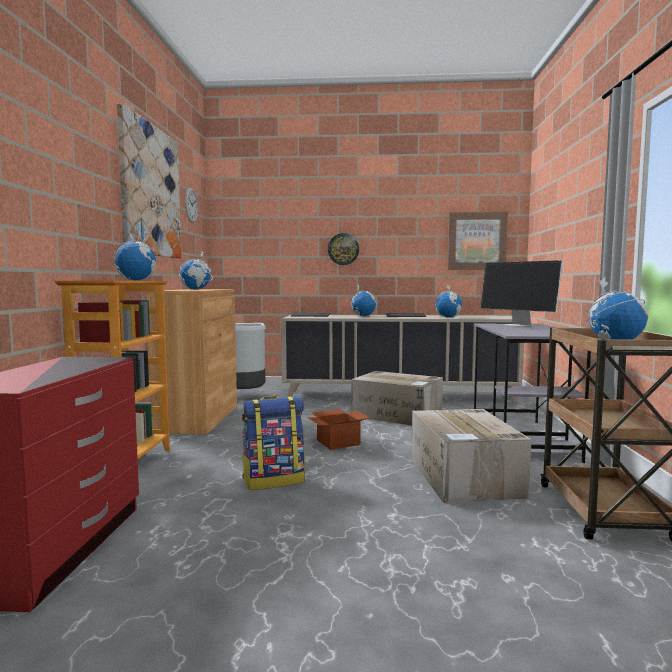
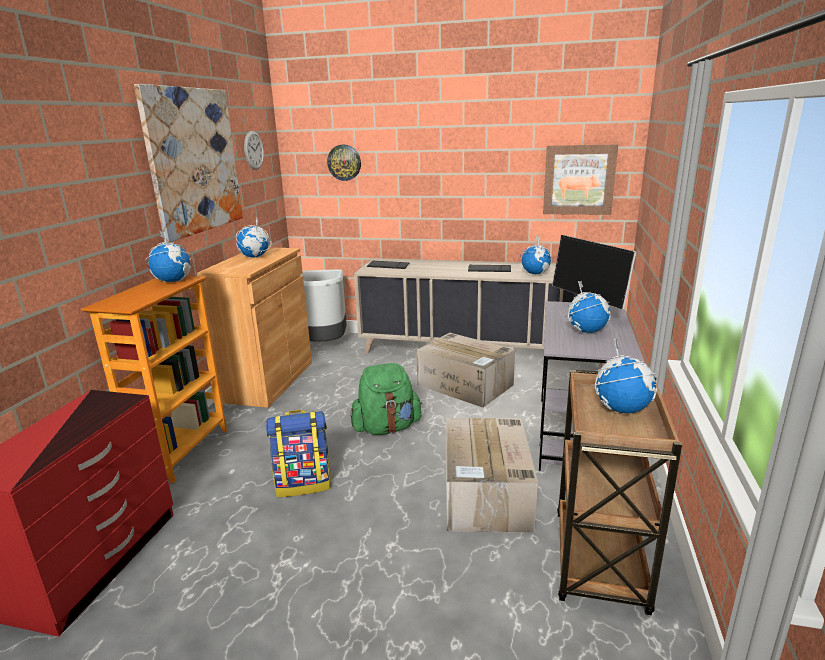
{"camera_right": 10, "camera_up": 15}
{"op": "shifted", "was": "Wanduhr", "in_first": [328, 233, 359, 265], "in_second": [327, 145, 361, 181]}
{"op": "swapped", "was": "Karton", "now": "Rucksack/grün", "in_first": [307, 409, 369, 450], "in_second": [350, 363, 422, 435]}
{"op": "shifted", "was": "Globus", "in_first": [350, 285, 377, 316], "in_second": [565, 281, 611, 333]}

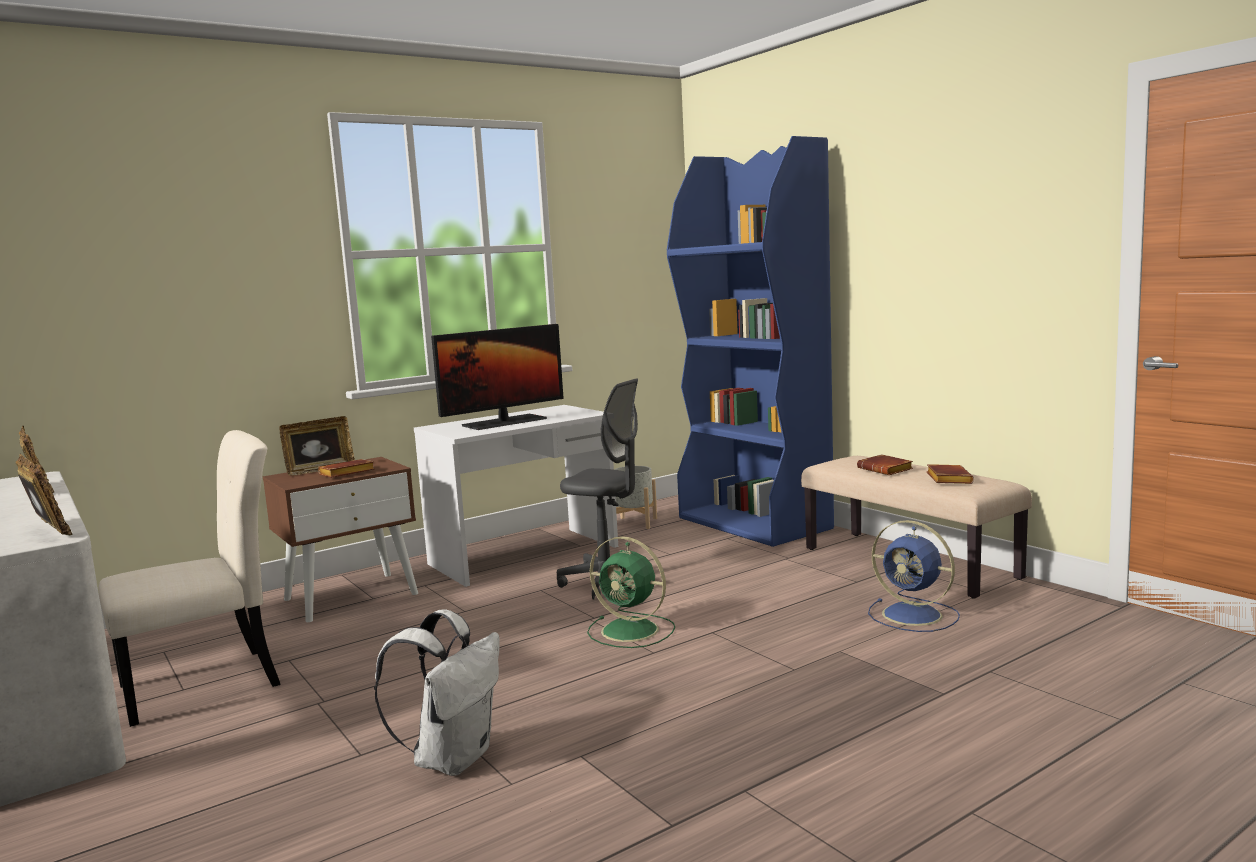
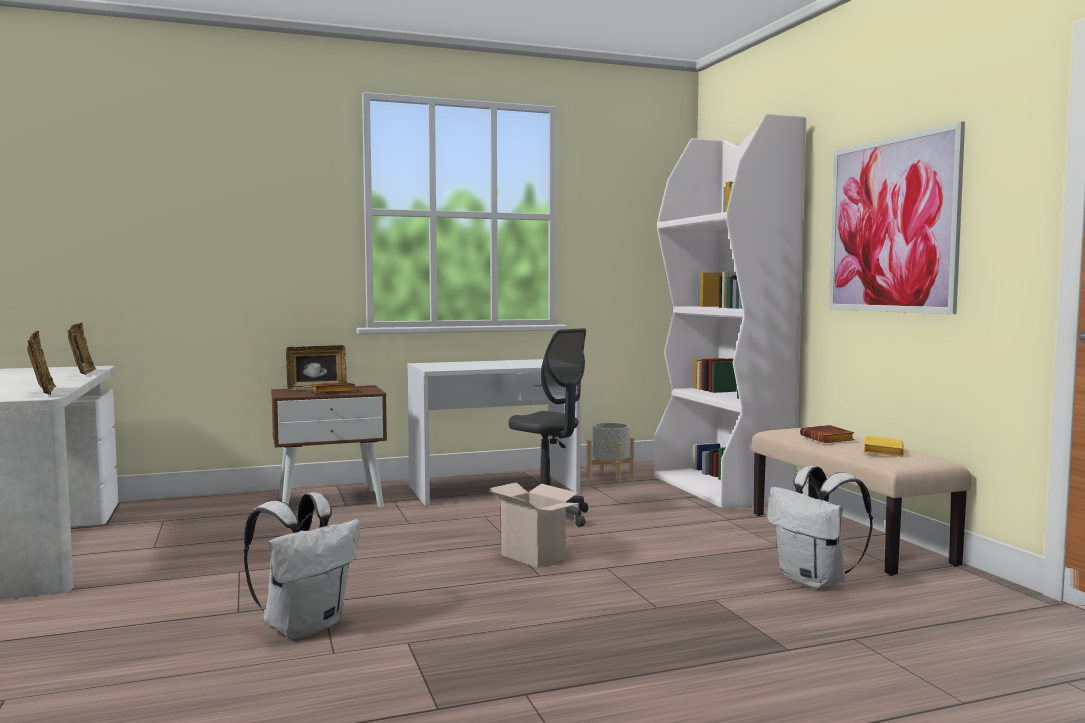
{"camera_right": 15, "camera_up": -5}
{"op": "swapped", "was": "Ventilator/grün", "now": "Karton", "in_first": [587, 536, 675, 648], "in_second": [490, 482, 579, 568]}
{"op": "repainted", "was": "Bücherregal/blau", "now": "Bücherregal/weiß", "in_first": [667, 136, 834, 547], "in_second": [654, 113, 806, 509]}
{"op": "swapped", "was": "Ventilator/blau", "now": "Rucksack/weiß", "in_first": [868, 520, 960, 632], "in_second": [767, 466, 873, 589]}
{"op": "new", "now": "Bild", "in_second": [829, 121, 965, 314]}
{"op": "repainted", "was": "Buch/braun", "now": "Buch/gelb", "in_first": [927, 464, 974, 484], "in_second": [864, 436, 904, 457]}
{"op": "gone", "was": "Stuhl/beige", "in_first": [98, 430, 281, 727]}
{"op": "gone", "was": "Monitor", "in_first": [431, 324, 563, 430]}

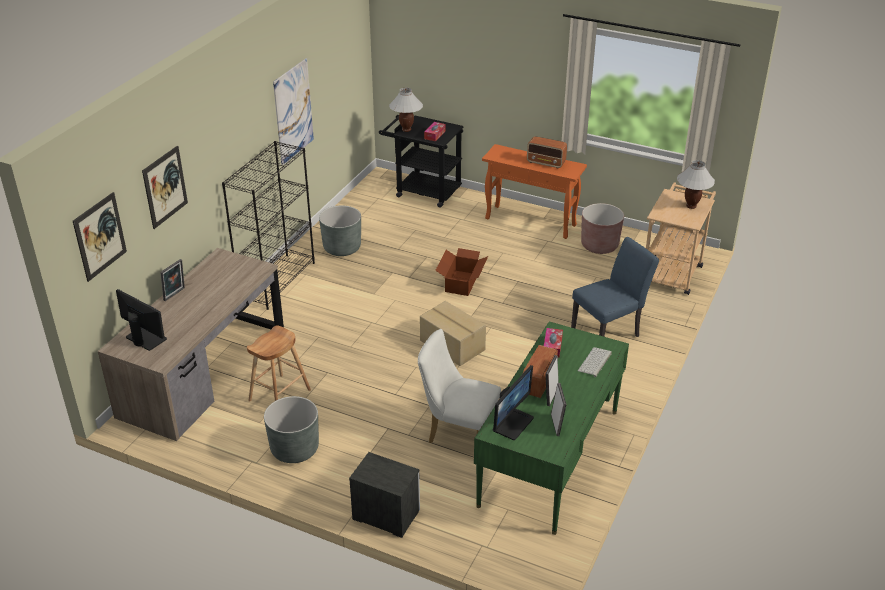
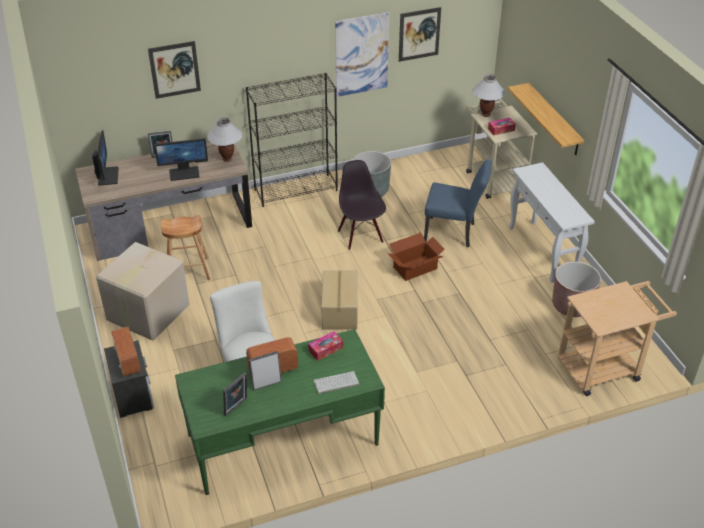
{"camera_right": 45, "camera_up": 5}
{"op": "swapped", "was": "Pflanzkübel/grau", "now": "Karton", "in_first": [264, 396, 319, 463], "in_second": [96, 242, 190, 340]}
{"op": "shifted", "was": "Radio", "in_first": [527, 136, 567, 169], "in_second": [111, 326, 141, 376]}
{"op": "shifted", "was": "Monitor", "in_first": [493, 365, 534, 440], "in_second": [154, 138, 208, 181]}
{"op": "shifted", "was": "Tischlampe/weiß", "in_first": [677, 160, 715, 209], "in_second": [207, 117, 243, 162]}
{"op": "new", "now": "Stuhl/schwarz", "in_second": [338, 160, 386, 250]}
{"op": "shifted", "was": "Bild", "in_first": [73, 192, 127, 282], "in_second": [399, 7, 441, 62]}
{"op": "shifted", "was": "Stuhl/blau", "in_first": [571, 237, 659, 337], "in_second": [424, 159, 492, 247]}
{"op": "repainted", "was": "Rollwagen/schwarz", "now": "Rollwagen/beige", "in_first": [379, 115, 463, 208], "in_second": [466, 99, 537, 199]}
{"op": "new", "now": "Wandregal", "in_second": [508, 83, 584, 155]}
{"op": "repainted", "was": "Konsolentisch/orange", "now": "Konsolentisch/weiß", "in_first": [482, 144, 587, 239], "in_second": [509, 162, 595, 283]}

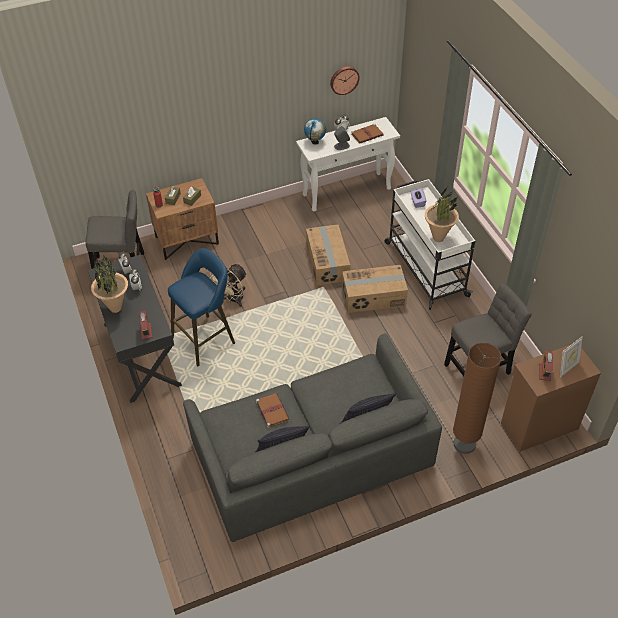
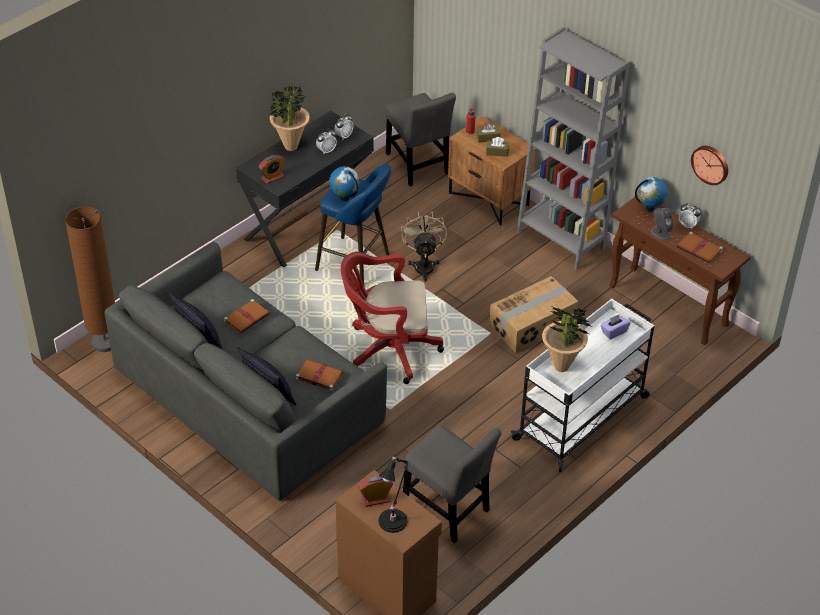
{"camera_right": 65, "camera_up": -5}
{"op": "shifted", "was": "Stehlampe/braun", "in_first": [453, 343, 502, 454], "in_second": [65, 207, 115, 352]}
{"op": "new", "now": "Buch/braun", "in_second": [295, 359, 343, 391]}
{"op": "new", "now": "Globus", "in_second": [329, 166, 359, 201]}
{"op": "new", "now": "Bürostuhl/rot", "in_second": [340, 252, 444, 384]}
{"op": "swapped", "was": "Bilderrahmen", "now": "Tischlampe/schwarz", "in_first": [560, 336, 583, 377], "in_second": [379, 455, 409, 533]}
{"op": "rotated", "was": "Ventilator/beige", "in_first": [210, 264, 247, 307], "in_second": [401, 211, 447, 282], "clockwise": 75}
{"op": "new", "now": "Bücherregal/grau", "in_second": [517, 27, 630, 270]}
{"op": "repainted", "was": "Konsolentisch/weiß", "now": "Konsolentisch/braun", "in_first": [296, 117, 400, 212], "in_second": [609, 195, 750, 345]}
{"op": "gone", "was": "Karton", "in_first": [342, 265, 408, 313]}

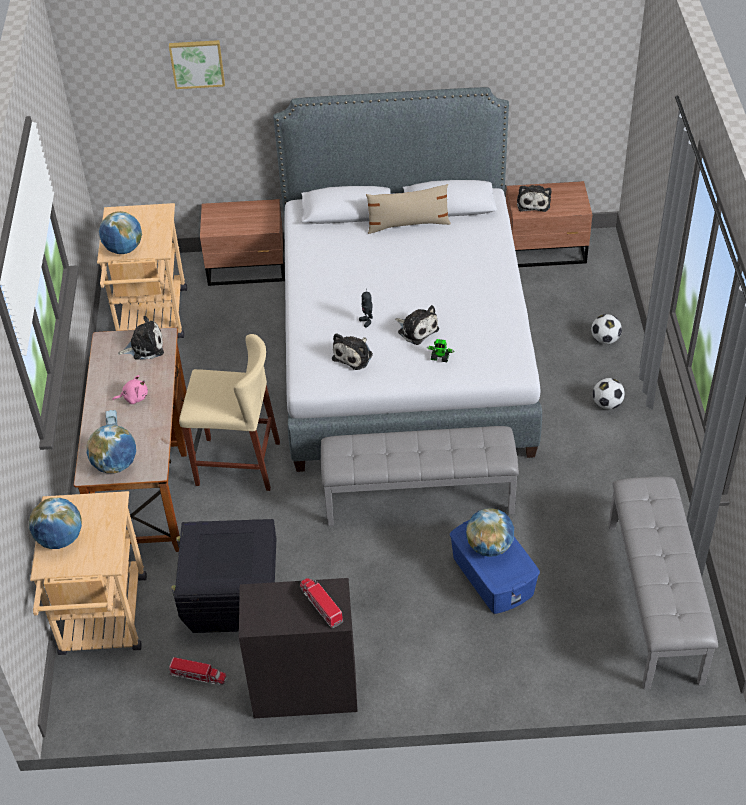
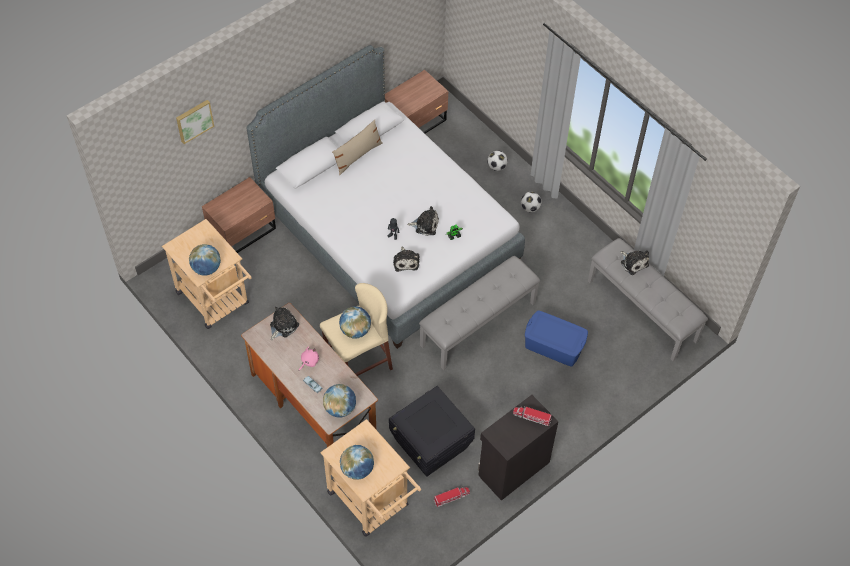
{"camera_right": -40, "camera_up": 10}
{"op": "shifted", "was": "Globus", "in_first": [466, 508, 514, 557], "in_second": [339, 307, 371, 338]}
{"op": "shifted", "was": "Plüschtier", "in_first": [517, 185, 551, 212], "in_second": [620, 250, 649, 275]}

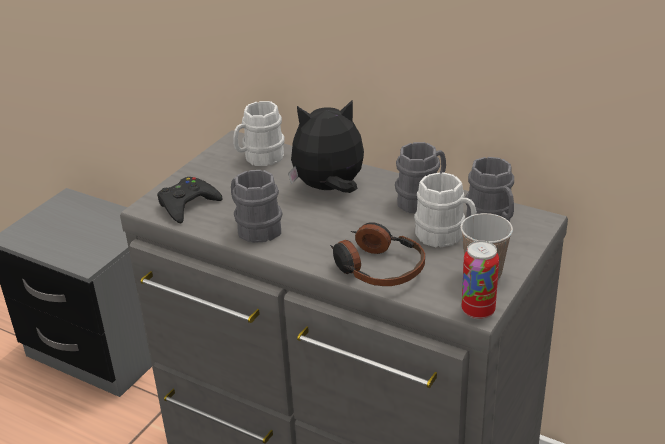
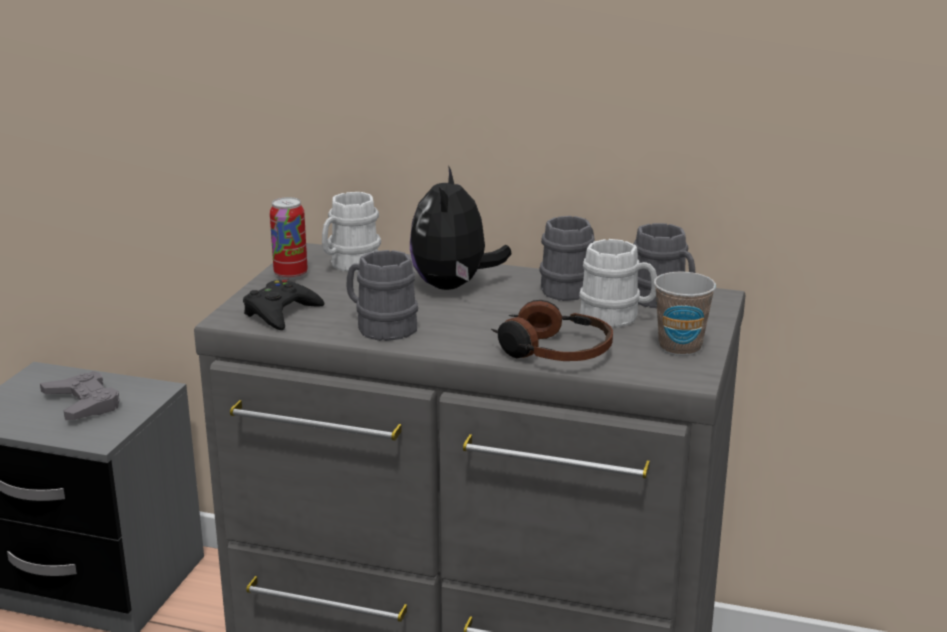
{"camera_right": -15, "camera_up": -10}
{"op": "new", "now": "Gamepad/grau", "in_second": [40, 371, 120, 420]}
{"op": "shifted", "was": "Dose", "in_first": [462, 241, 499, 319], "in_second": [270, 197, 308, 280]}
{"op": "rotated", "was": "Plüschtier", "in_first": [288, 99, 364, 193], "in_second": [410, 166, 512, 290], "clockwise": -60}

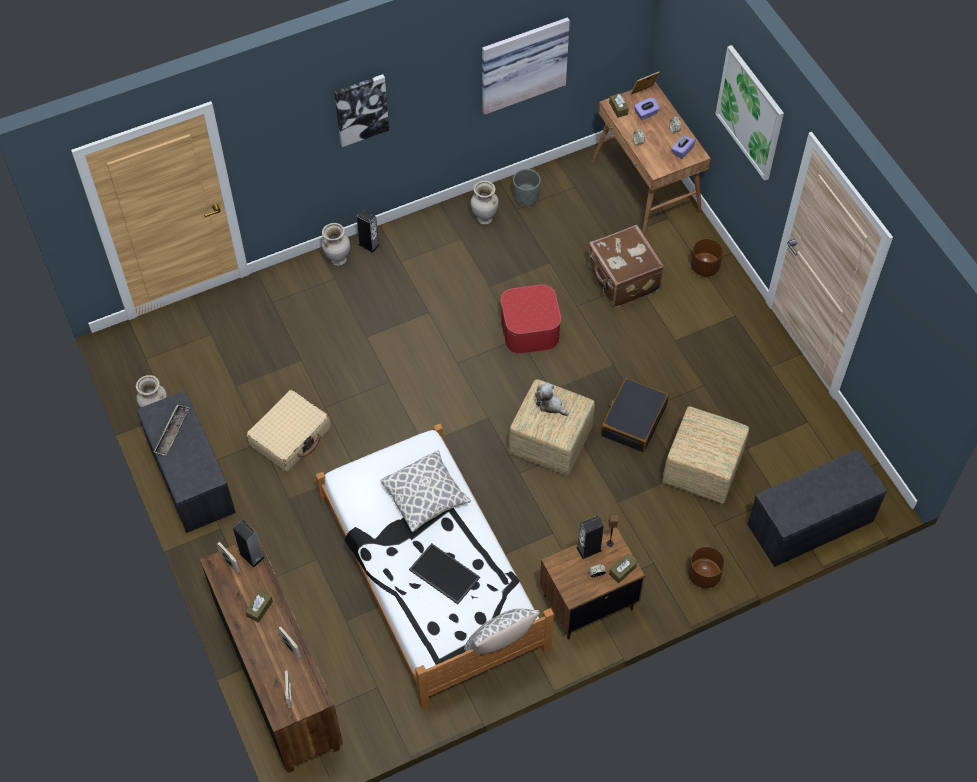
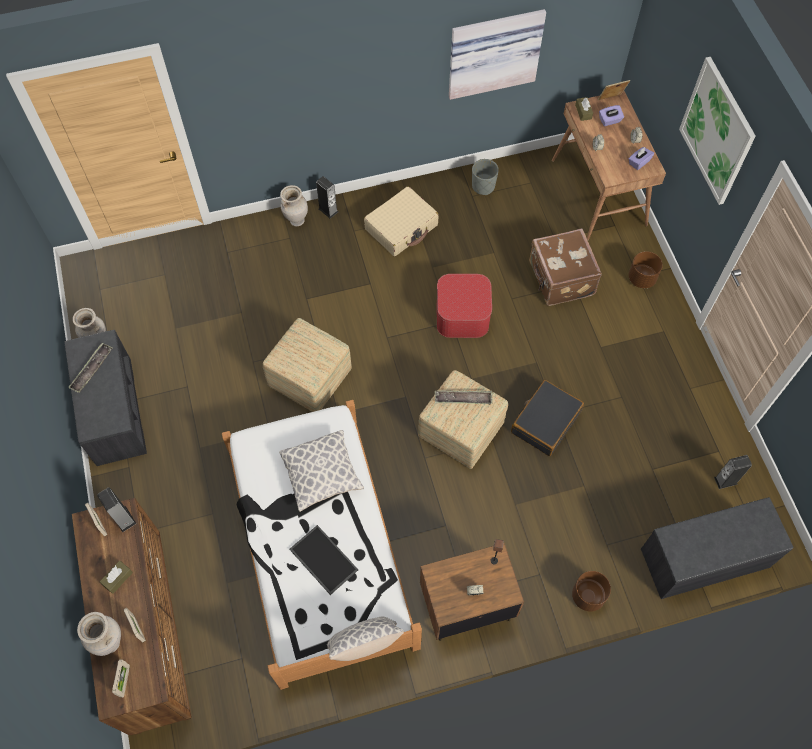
{"camera_right": 10, "camera_up": 5}
{"op": "shifted", "was": "Vase/beige", "in_first": [471, 181, 499, 225], "in_second": [77, 612, 121, 656]}
{"op": "shifted", "was": "Polsterhocker", "in_first": [662, 406, 749, 504], "in_second": [263, 318, 352, 412]}
{"op": "shifted", "was": "Koffer/beige", "in_first": [246, 390, 331, 472], "in_second": [364, 186, 438, 256]}
{"op": "swapped", "was": "Plüschtier", "now": "Tablett", "in_first": [535, 382, 569, 416], "in_second": [435, 390, 493, 404]}
{"op": "shifted", "was": "Lautsprecher", "in_first": [576, 516, 604, 559], "in_second": [714, 455, 752, 489]}
{"op": "gone", "was": "Bild", "in_first": [334, 74, 389, 147]}
{"op": "gone", "was": "Taschentuchbox/braun", "in_first": [609, 554, 637, 583]}

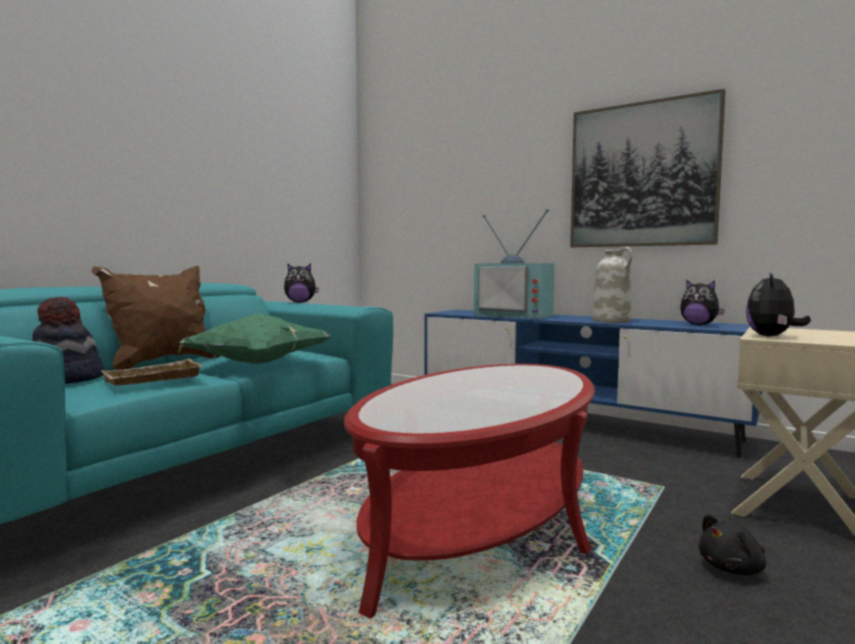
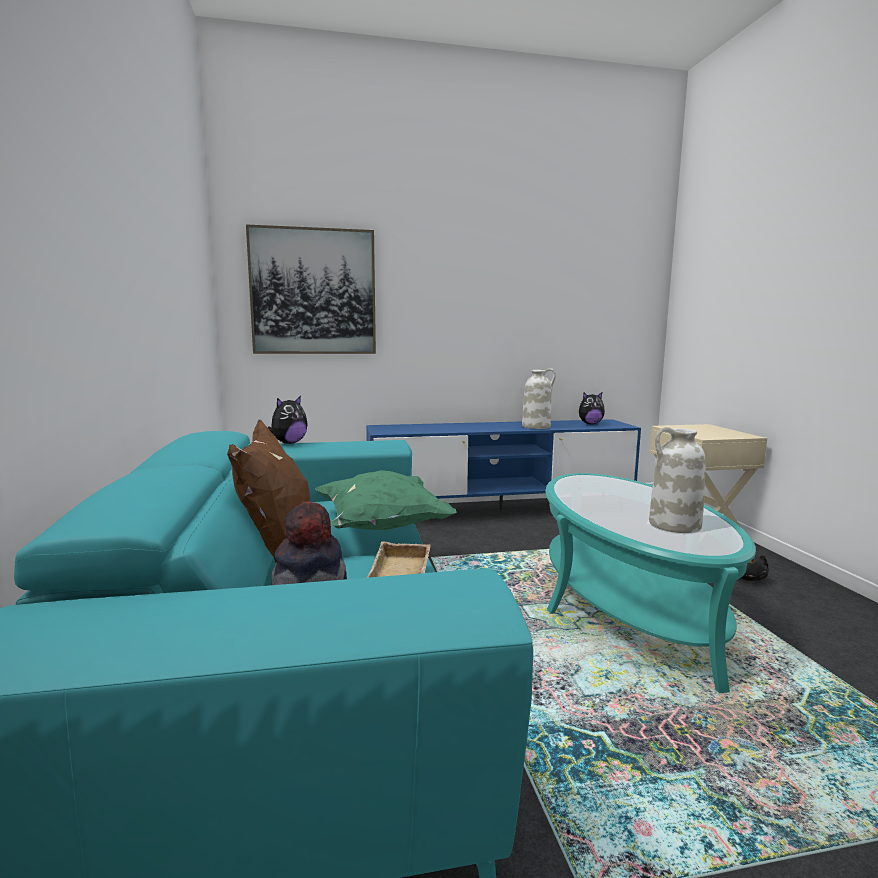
{"camera_right": -45, "camera_up": 5}
{"op": "shifted", "was": "Bild", "in_first": [570, 89, 726, 247], "in_second": [246, 225, 376, 354]}
{"op": "repainted", "was": "Couchtisch/rot", "now": "Couchtisch/türkis", "in_first": [344, 364, 595, 619], "in_second": [545, 473, 756, 693]}
{"op": "new", "now": "Vase/weiß", "in_second": [649, 427, 706, 533]}
{"op": "gone", "was": "Fernseher", "in_first": [474, 209, 554, 319]}
{"op": "gone", "was": "Plüschtier", "in_first": [746, 273, 811, 337]}

